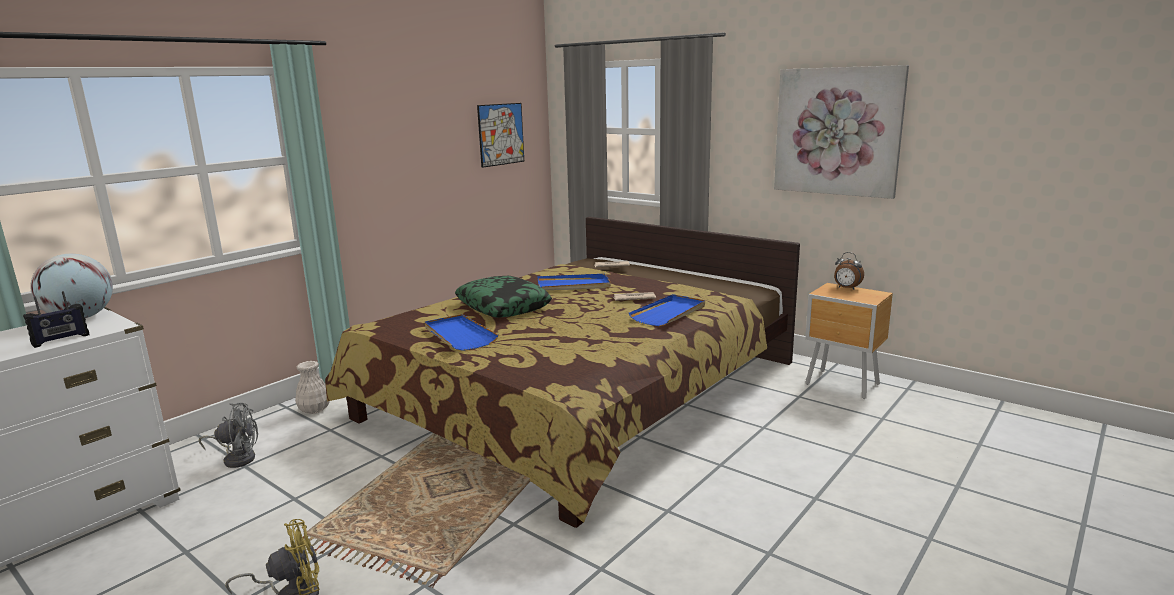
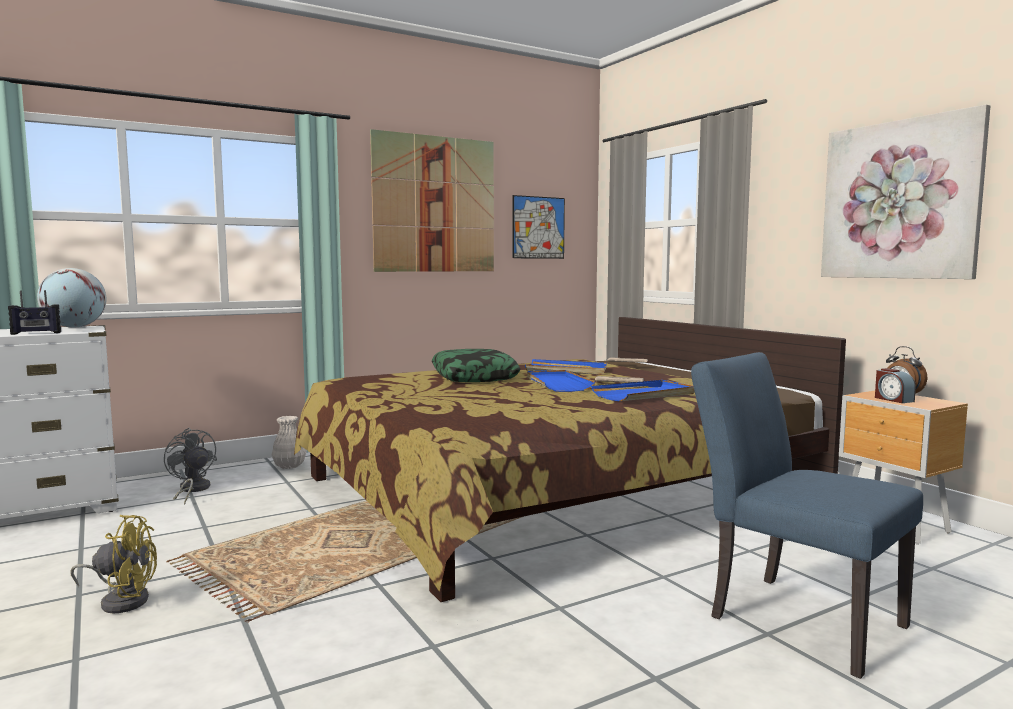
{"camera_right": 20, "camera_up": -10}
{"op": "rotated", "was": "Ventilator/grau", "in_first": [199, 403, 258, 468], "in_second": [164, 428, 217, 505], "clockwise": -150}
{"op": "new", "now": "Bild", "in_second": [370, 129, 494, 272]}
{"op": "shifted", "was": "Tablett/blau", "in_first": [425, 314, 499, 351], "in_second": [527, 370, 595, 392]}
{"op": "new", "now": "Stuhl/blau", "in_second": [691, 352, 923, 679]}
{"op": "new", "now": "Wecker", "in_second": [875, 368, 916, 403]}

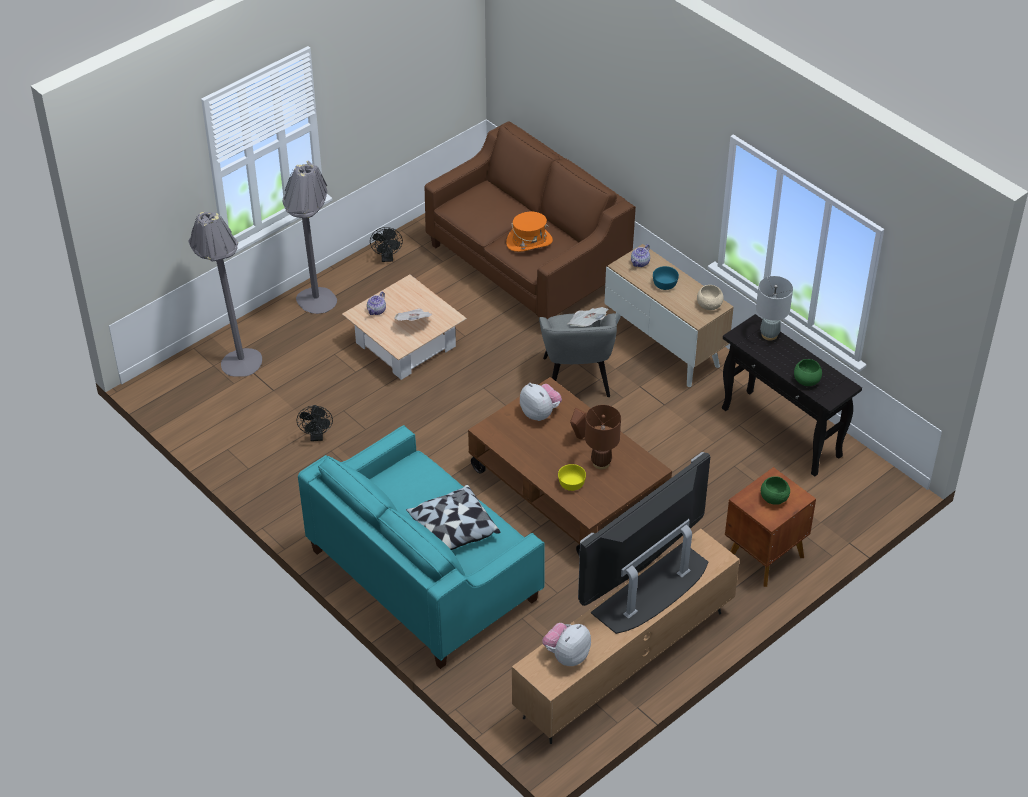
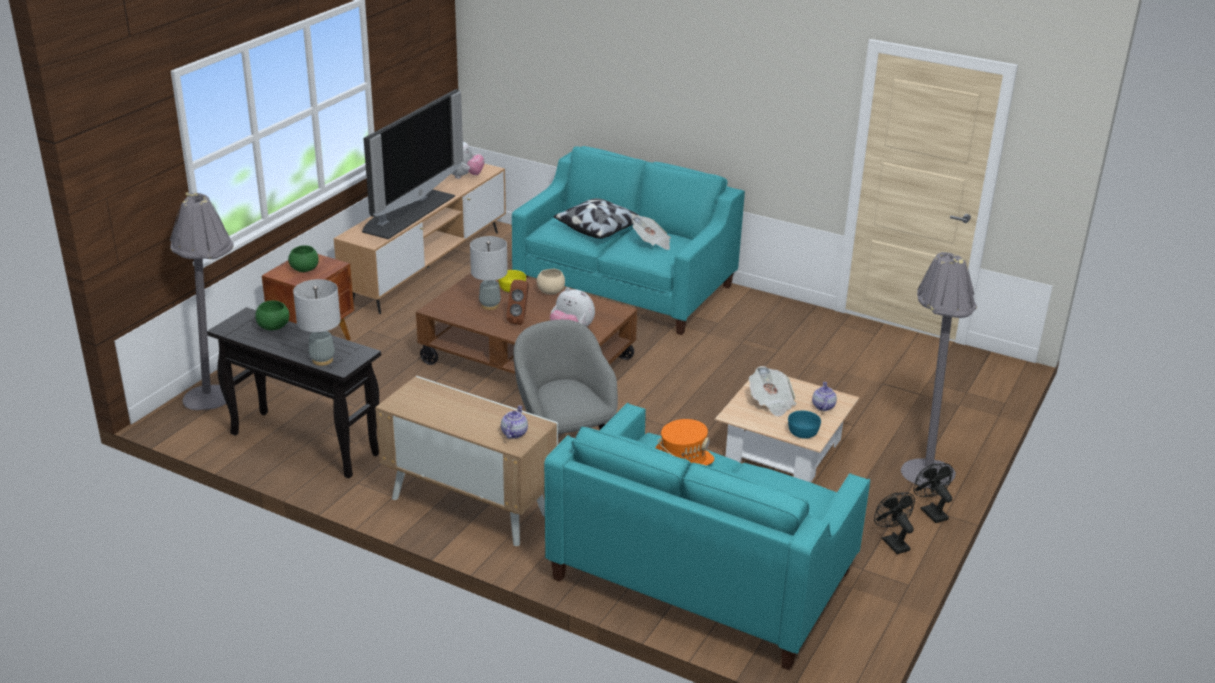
{"camera_right": 160, "camera_up": -15}
{"op": "shifted", "was": "Stehlampe/grau", "in_first": [189, 212, 262, 377], "in_second": [170, 191, 234, 410]}
{"op": "repainted", "was": "Tischlampe/braun", "now": "Tischlampe/grau", "in_first": [585, 405, 621, 469], "in_second": [470, 236, 508, 310]}
{"op": "shifted", "was": "Schüssel/beige", "in_first": [697, 285, 723, 310], "in_second": [537, 269, 565, 295]}
{"op": "repainted", "was": "Sofa/braun", "now": "Sofa/türkis", "in_first": [425, 121, 636, 319], "in_second": [544, 403, 870, 670]}
{"op": "shifted", "was": "Zeitung", "in_first": [568, 307, 609, 327], "in_second": [632, 216, 671, 250]}
{"op": "shifted", "was": "Schüssel/türkis", "in_first": [653, 266, 679, 290], "in_second": [788, 410, 821, 439]}
{"op": "shifted", "was": "Ventilator/schwarz", "in_first": [297, 405, 333, 441], "in_second": [914, 463, 953, 523]}

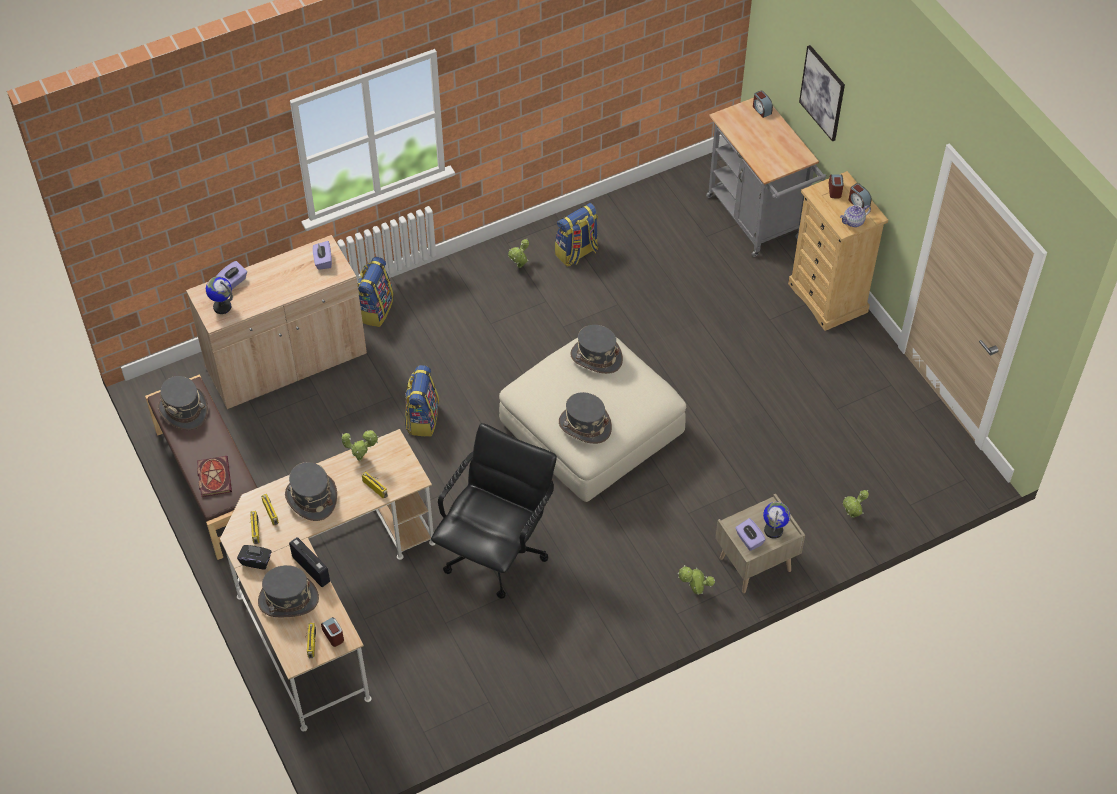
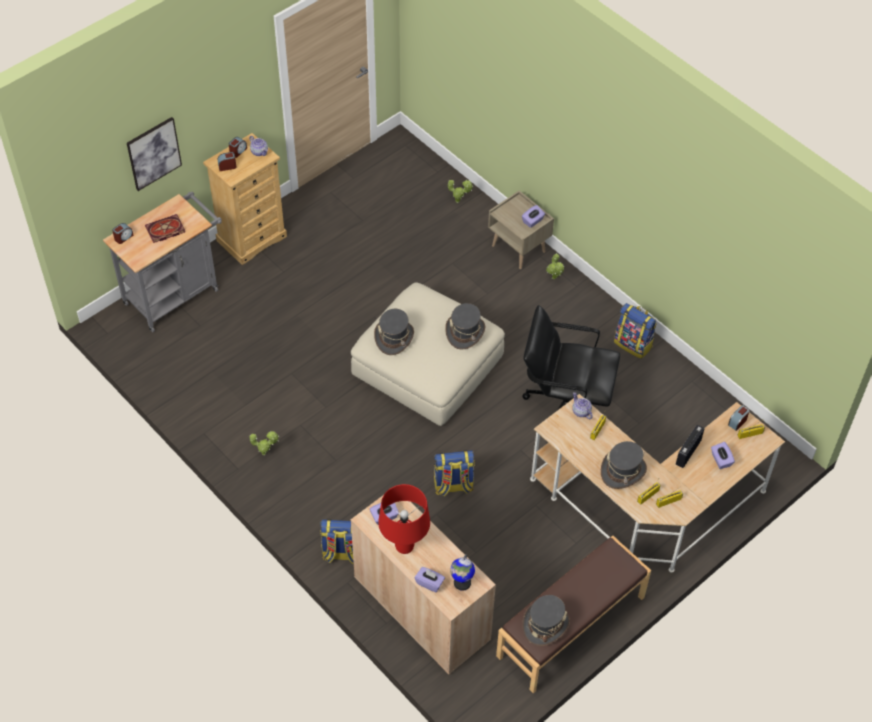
{"camera_right": -105, "camera_up": 0}
{"op": "shifted", "was": "Buch", "in_first": [197, 456, 232, 497], "in_second": [145, 214, 185, 243]}
{"op": "new", "now": "Tischlampe/rot", "in_second": [378, 484, 430, 554]}
{"op": "new", "now": "Teekanne", "in_second": [572, 392, 593, 419]}
{"op": "shifted", "was": "Rucksack", "in_first": [555, 203, 598, 267], "in_second": [614, 303, 657, 359]}
{"op": "swapped", "was": "Hut/grau", "now": "Taschentuchbox/lila", "in_first": [258, 565, 319, 617], "in_second": [711, 442, 735, 469]}
{"op": "gone", "was": "Taschentuchbox/schwarz", "in_first": [237, 545, 272, 570]}
{"op": "gone", "was": "Topfpflanze", "in_first": [342, 430, 379, 461]}
{"op": "gone", "was": "Globus", "in_first": [763, 502, 790, 539]}

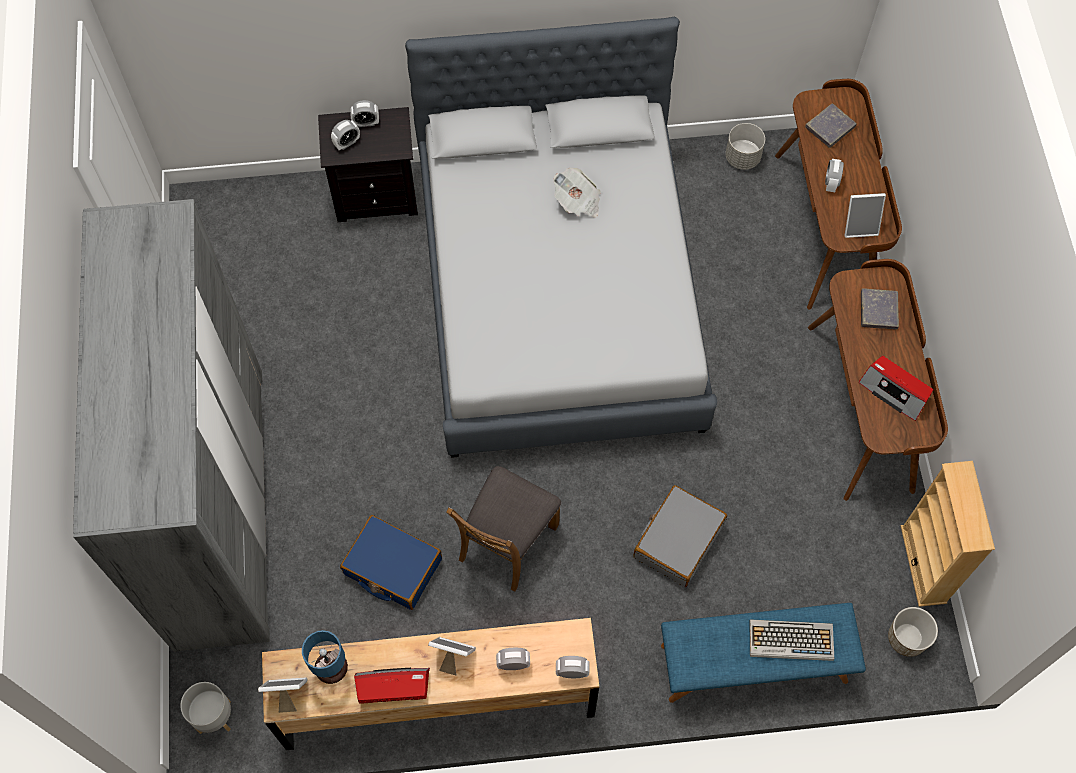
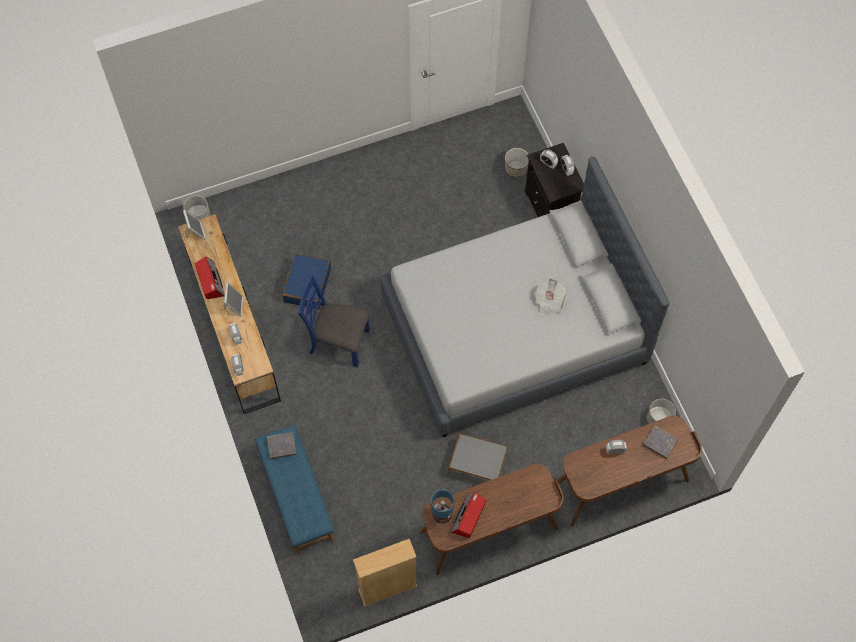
{"camera_right": 75, "camera_up": 0}
{"op": "shifted", "was": "Buch/grau", "in_first": [861, 288, 899, 330], "in_second": [267, 432, 297, 459]}
{"op": "repainted", "was": "Stuhl/braun", "now": "Stuhl/blau", "in_first": [446, 466, 561, 591], "in_second": [297, 275, 370, 367]}
{"op": "shifted", "was": "Tischlampe", "in_first": [302, 630, 348, 684], "in_second": [431, 489, 454, 524]}
{"op": "shifted", "was": "Koffer/grau", "in_first": [633, 485, 727, 587], "in_second": [448, 433, 508, 483]}
{"op": "shifted", "was": "Pflanzkübel", "in_first": [888, 607, 938, 657], "in_second": [505, 148, 529, 177]}
{"op": "gone", "was": "Kleiderschrank/grau", "in_first": [73, 199, 270, 652]}
{"op": "gone", "was": "Tastatur", "in_first": [749, 619, 834, 661]}
{"op": "gone", "was": "Bilderrahmen", "in_first": [845, 193, 886, 238]}

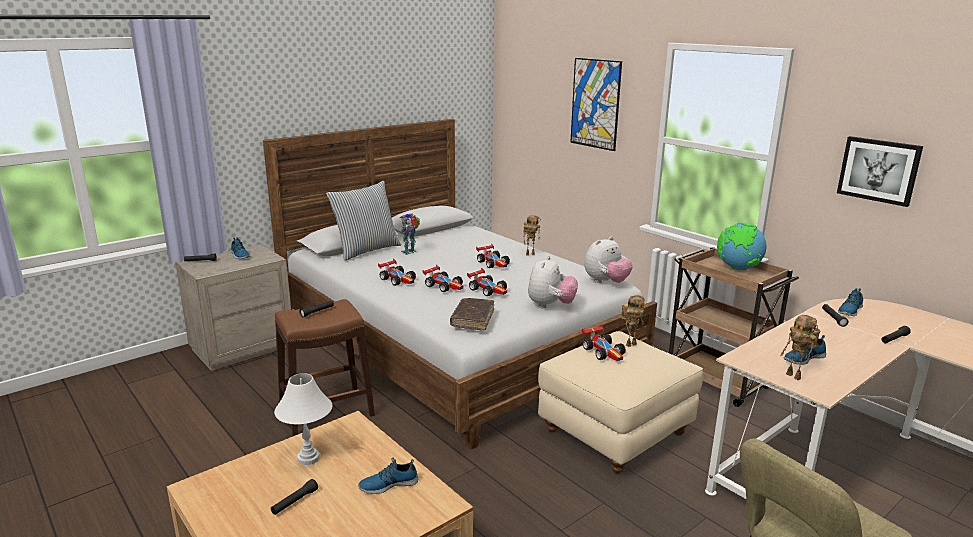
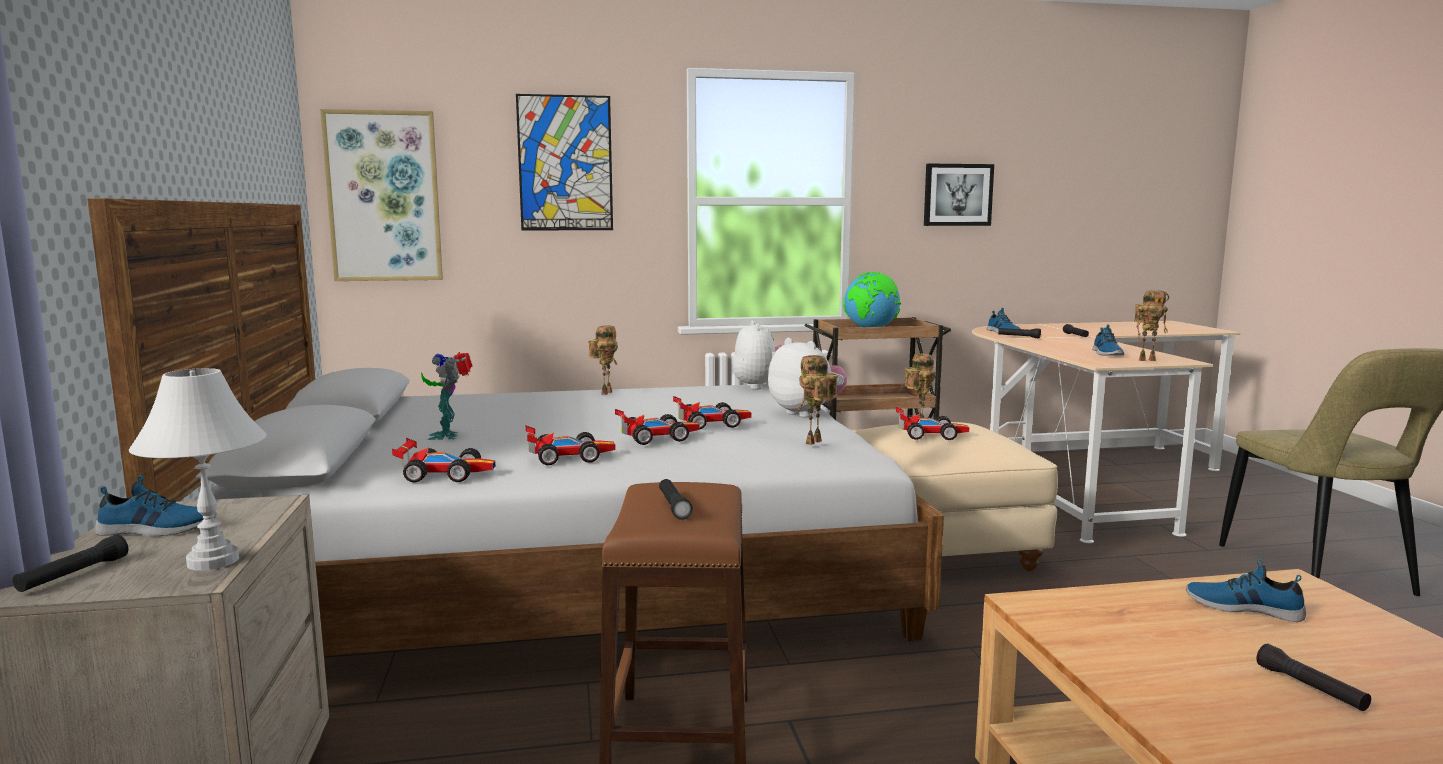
{"camera_right": -60, "camera_up": -10}
{"op": "shifted", "was": "Tischlampe/weiß", "in_first": [274, 373, 332, 465], "in_second": [129, 368, 267, 571]}
{"op": "new", "now": "Bild", "in_second": [320, 109, 443, 281]}
{"op": "shifted", "was": "Spielzeugauto", "in_first": [476, 244, 510, 268], "in_second": [392, 438, 496, 483]}
{"op": "swapped", "was": "Buch/braun", "now": "Spielzeugroboter", "in_first": [450, 298, 494, 330], "in_second": [798, 355, 838, 445]}
{"op": "rotated", "was": "Schuh", "in_first": [358, 458, 419, 494], "in_second": [1186, 559, 1306, 622], "clockwise": 105}
{"op": "gone", "was": "Kissen", "in_first": [326, 181, 401, 261]}

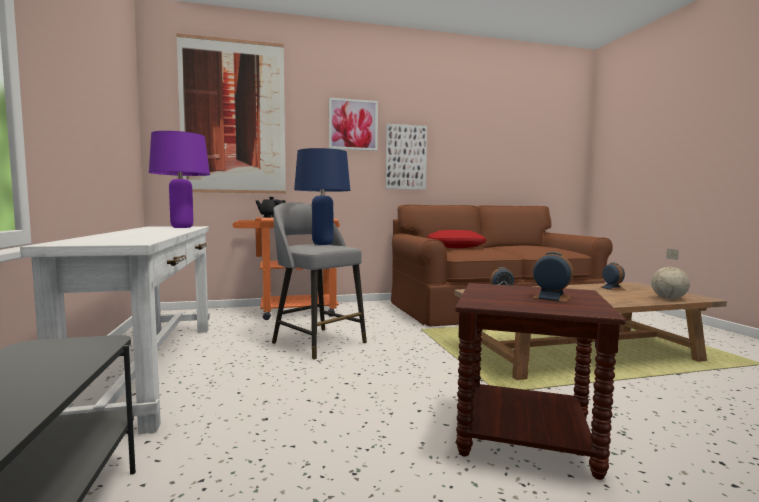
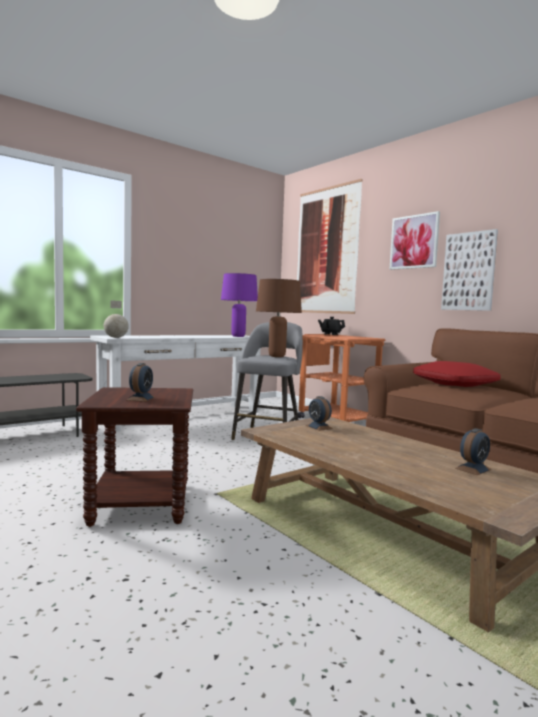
{"camera_right": 65, "camera_up": 0}
{"op": "shifted", "was": "Globus", "in_first": [651, 249, 690, 299], "in_second": [104, 300, 129, 338]}
{"op": "repainted", "was": "Tischlampe/blau", "now": "Tischlampe/braun", "in_first": [294, 148, 350, 245], "in_second": [256, 279, 302, 357]}

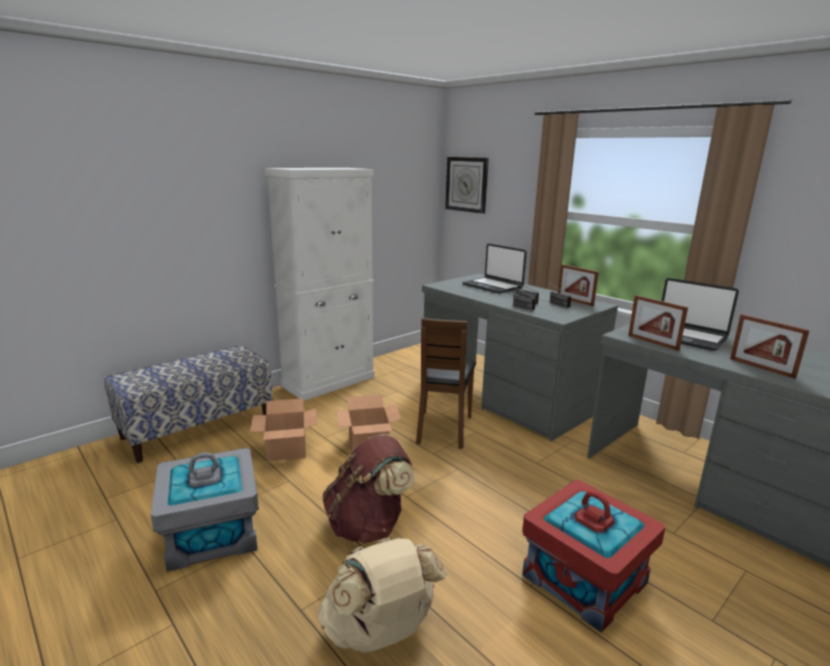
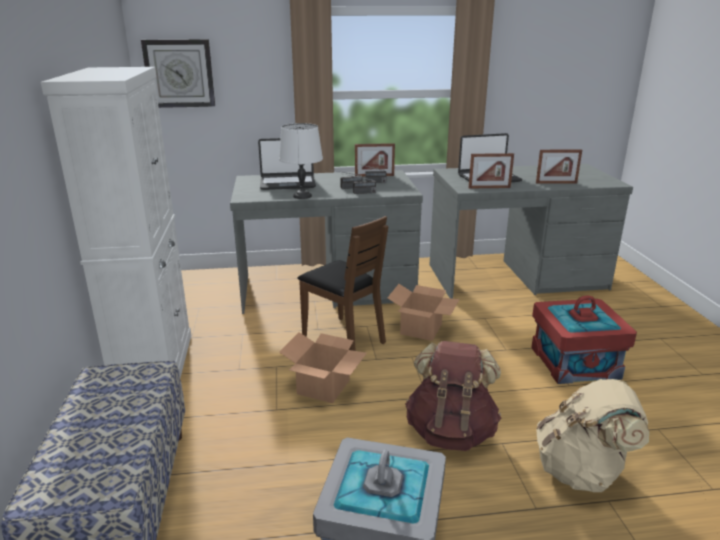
{"camera_right": -55, "camera_up": 5}
{"op": "new", "now": "Tischlampe/weiß", "in_second": [279, 123, 323, 199]}
{"op": "shifted", "was": "Karton", "in_first": [250, 398, 317, 461], "in_second": [387, 284, 459, 341]}

